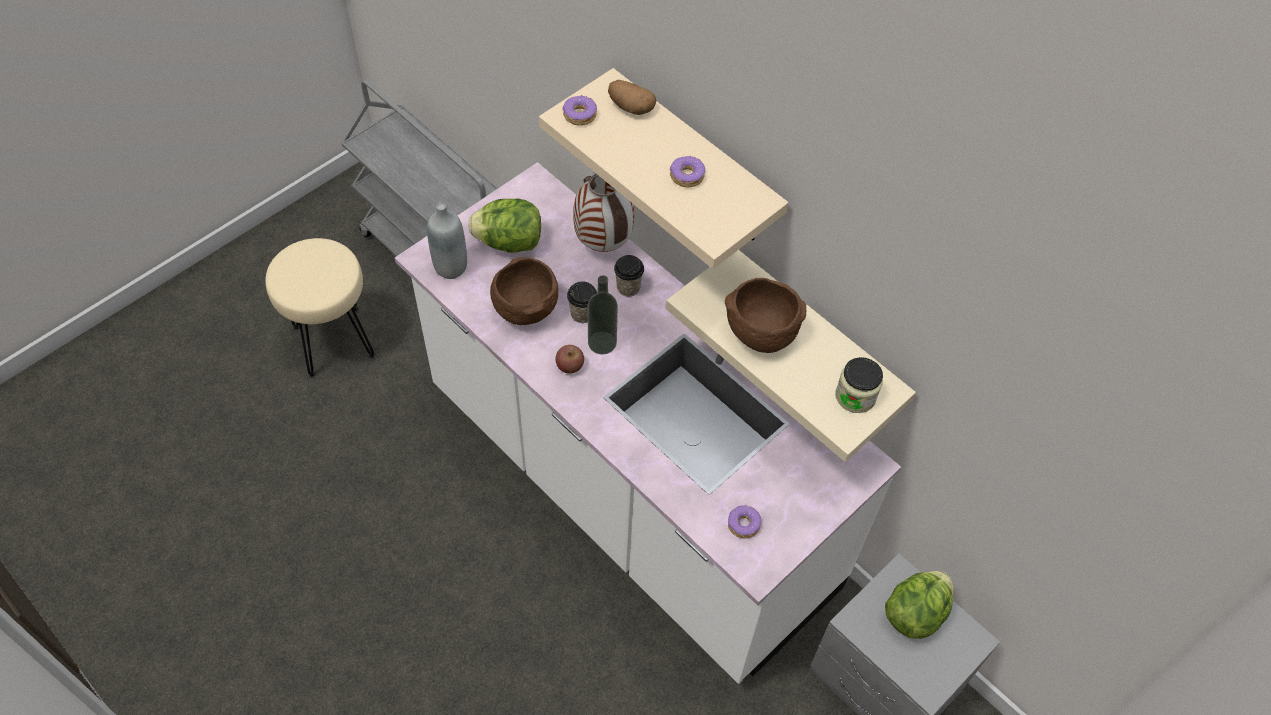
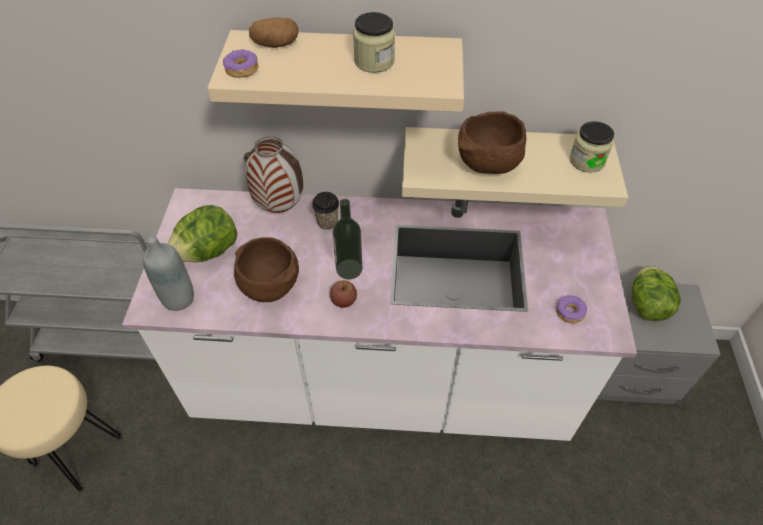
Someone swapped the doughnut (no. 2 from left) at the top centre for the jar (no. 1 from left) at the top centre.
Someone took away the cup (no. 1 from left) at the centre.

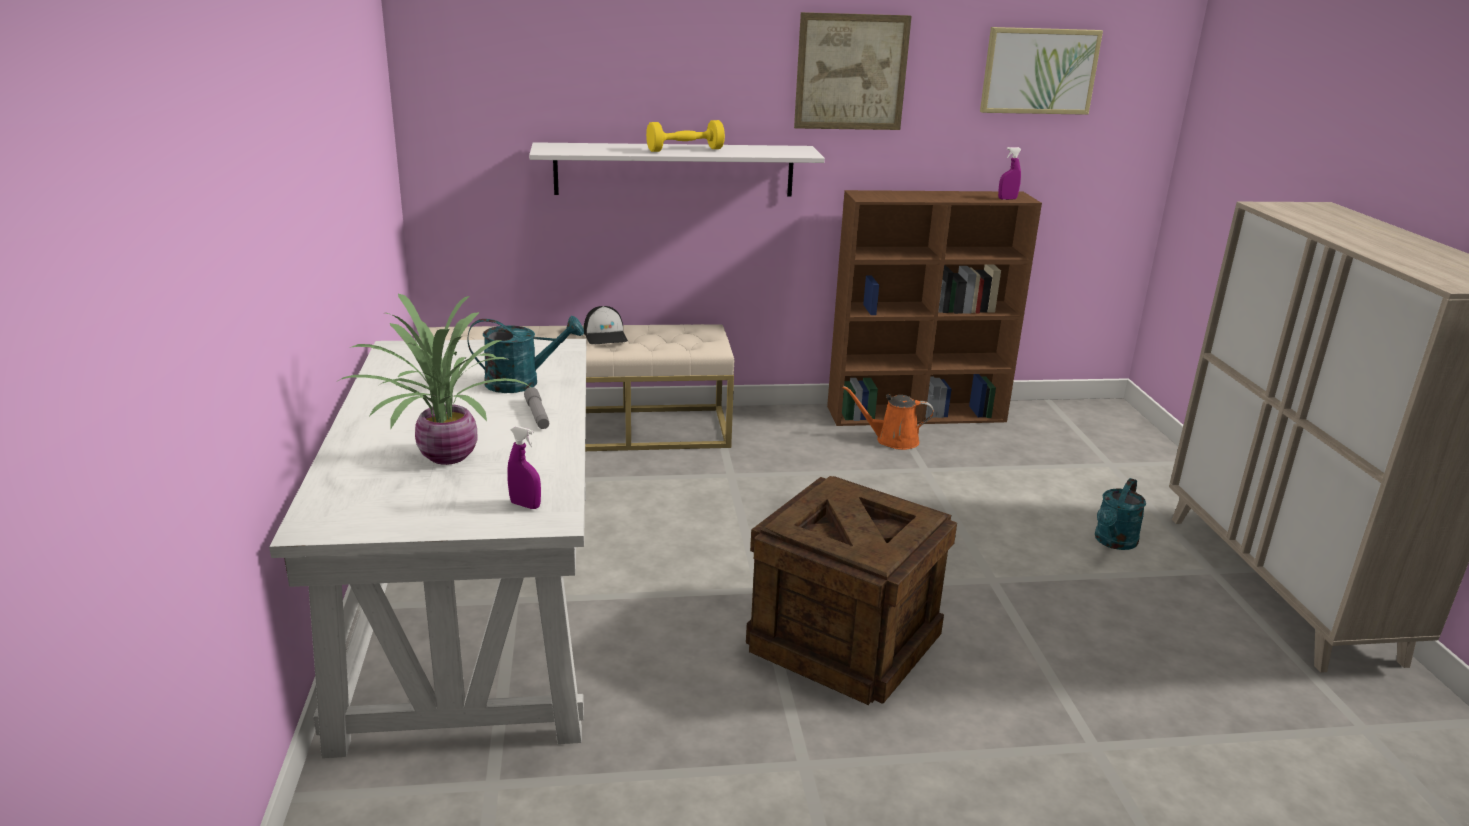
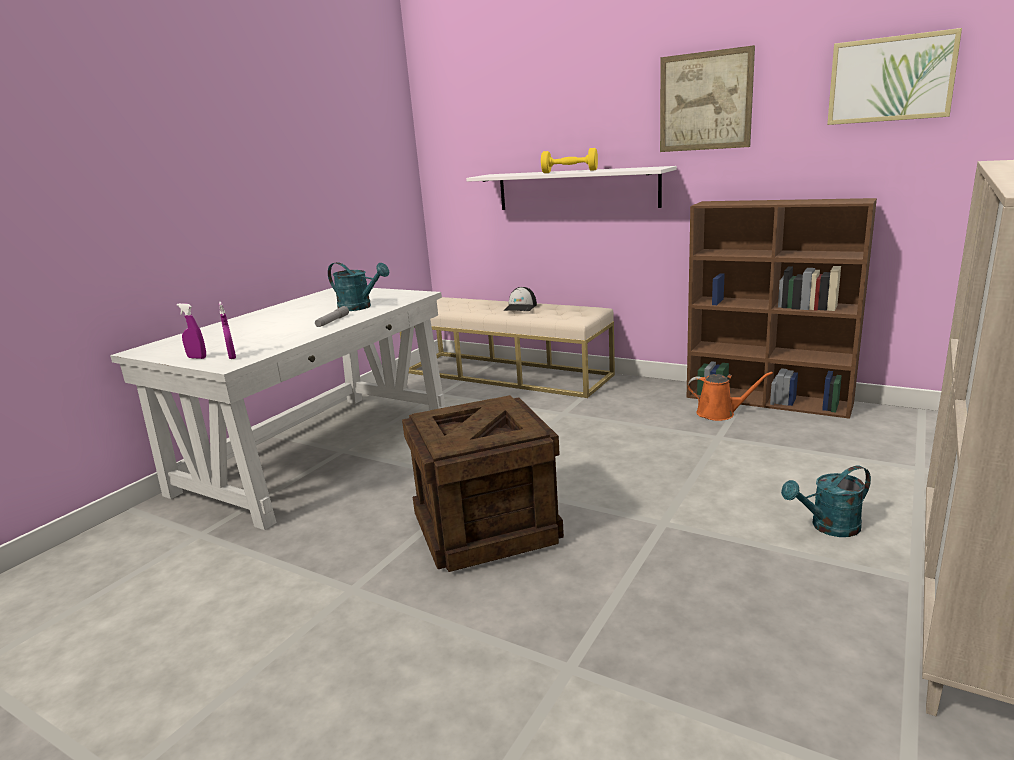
Someone carried the hand sprayer (purplish) (no. 2 from left in the first image) from the top right to the middle left.
Someone rotated the watering can (orange-coloured) at the centre by 150 degrees clockwise.
Someone took away the potted plant at the middle left.

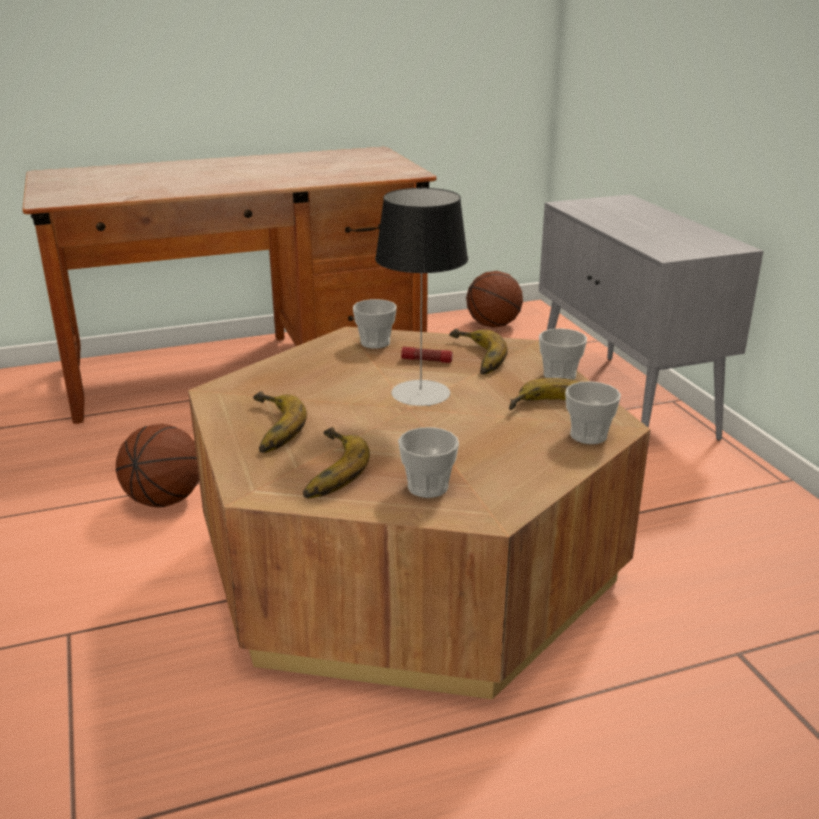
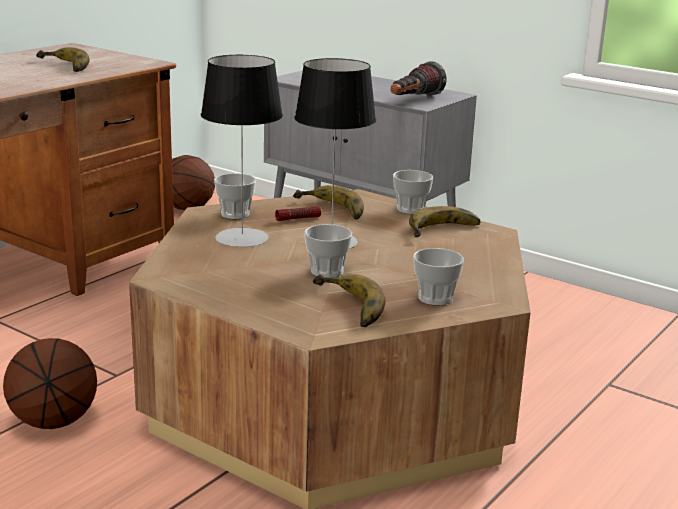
Someone carried the whole banana (no. 1 from left) from the centre to the top left.
Someone put down the table lamp (no. 1 from left) at the top centre.
Someone carried the cup (no. 4 from left in the first image) from the middle right to the centre.
Someone put down the flashlight (no. 2 from left) at the top centre.

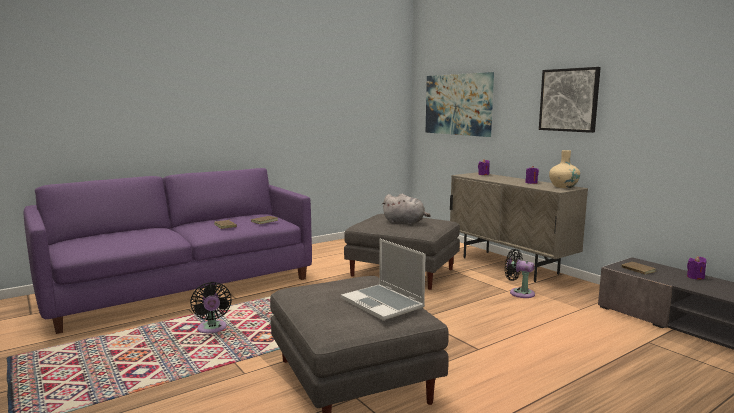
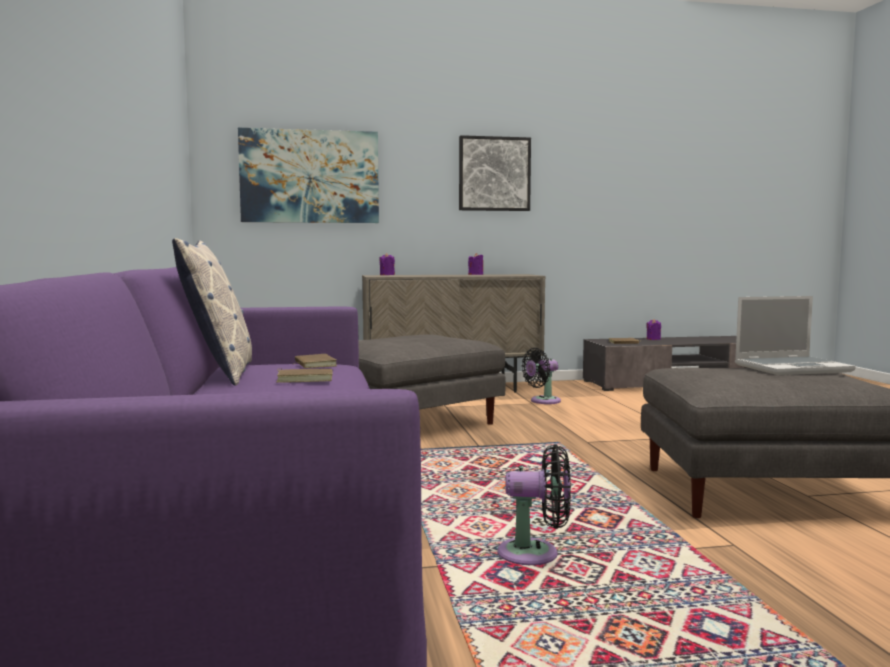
Someone put down the pillow at the middle left.
Someone took away the plush toy (greyish) at the centre.
Someone took away the flower vase (beige) at the middle right.

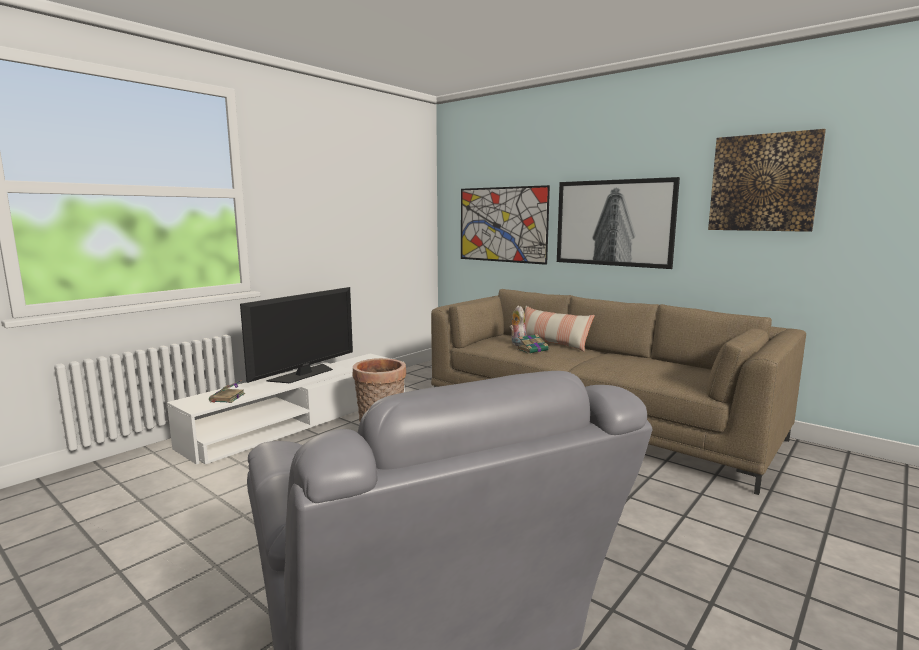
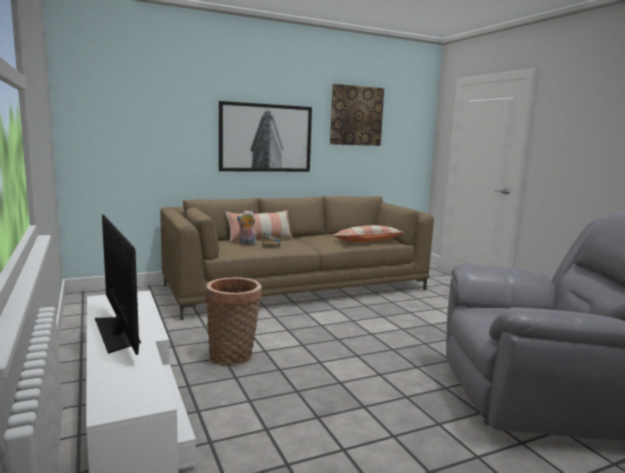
Someone put down the pillow (no. 2 from left) at the centre.
Someone took away the book (no. 1 from left) at the middle left.
Someone took away the wall art (no. 1 from left) at the centre.

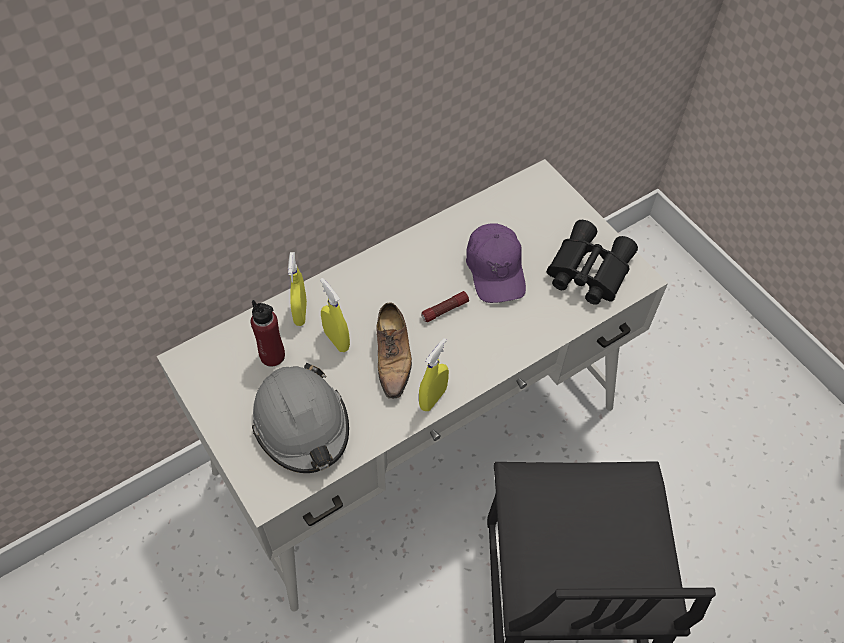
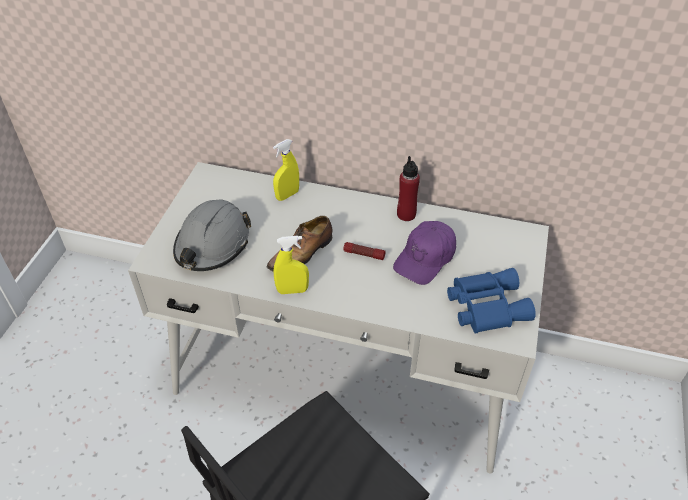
Someone carried the beverage bottle (red-coloured) from the middle left to the centre.
Someone repainted the pair of binoculars (blackish) at the middle right, which became the pair of binoculars (blue) at the middle right.
Someone took away the hand sprayer (yellow-coloured) (no. 2 from left) at the centre.

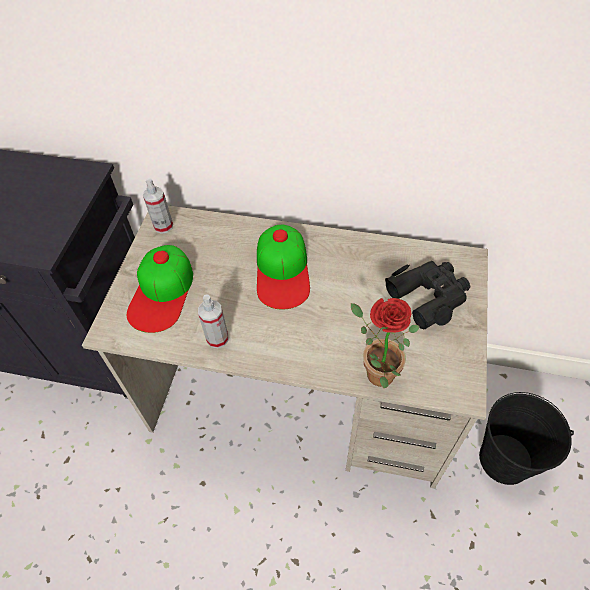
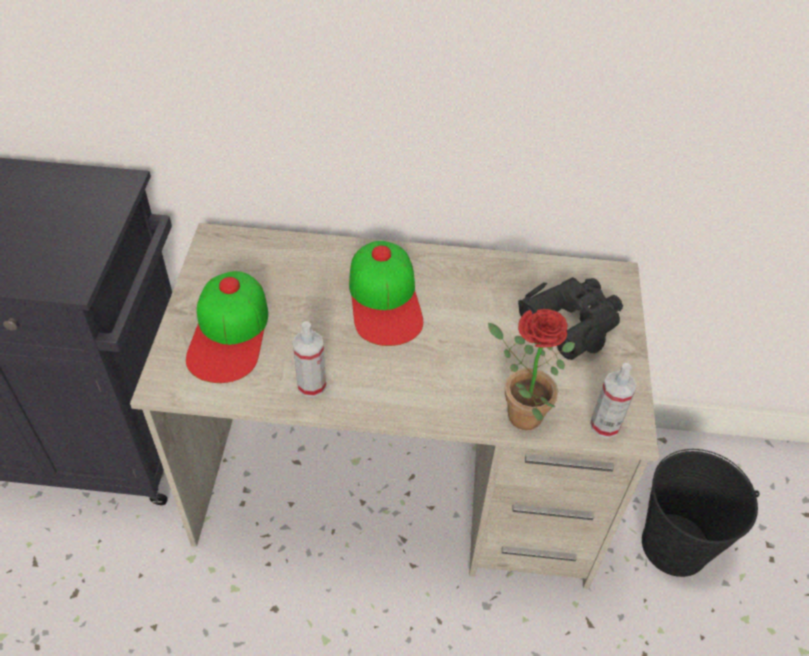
Someone carried the hand sprayer (no. 1 from left in the first image) from the middle left to the middle right.

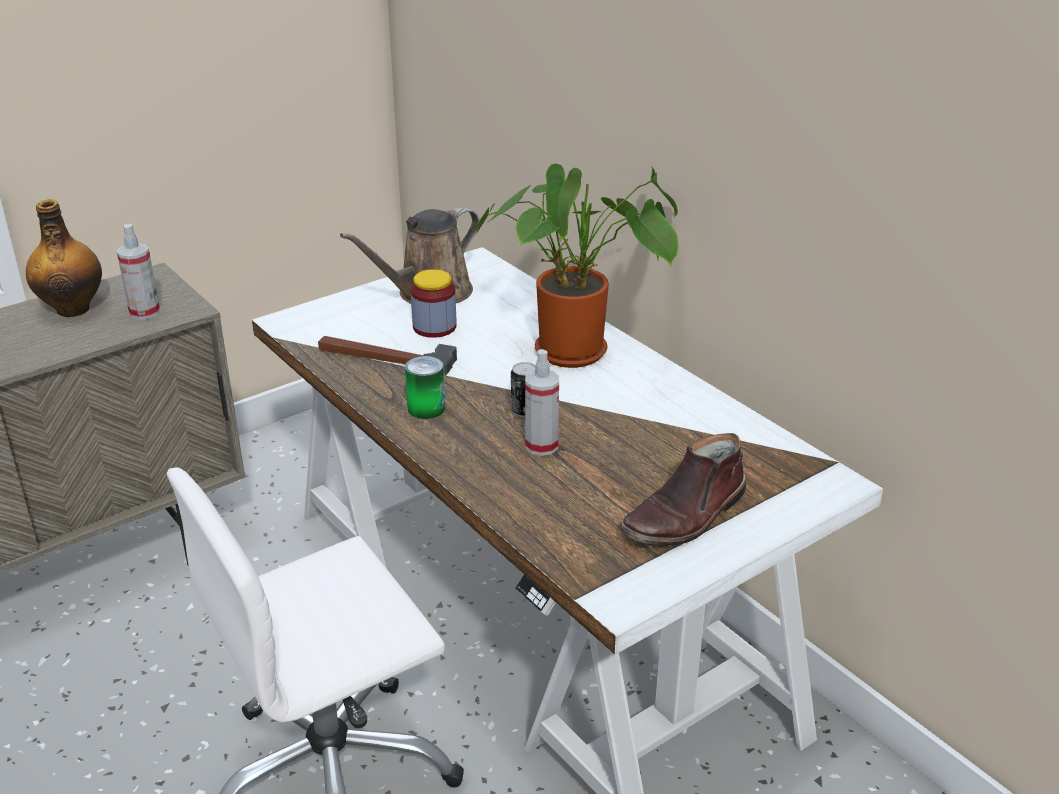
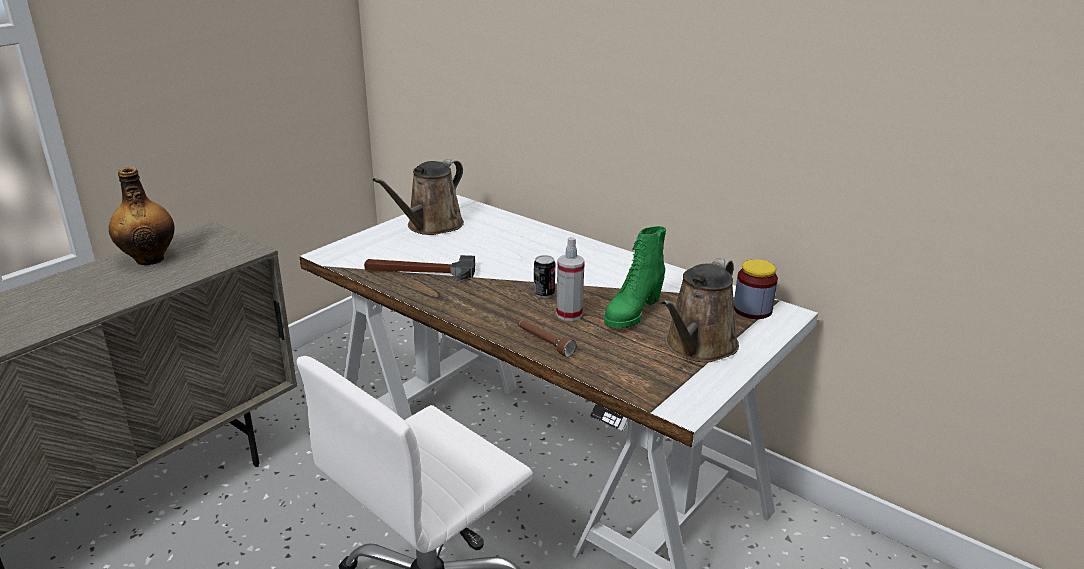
Someone put down the flashlight (brown-coloured) at the centre.
Someone put down the boot (green) at the centre.
Someone swapped the boot (brown-coloured) at the centre for the watering can (brown-coloured) (no. 2 from left) at the centre.
Someone carried the jar from the centre to the middle right.
Someone took away the hand sprayer (no. 1 from left) at the middle left.
Someone took away the metal can (no. 1 from left) at the centre.
Someone took away the potted plant at the centre.

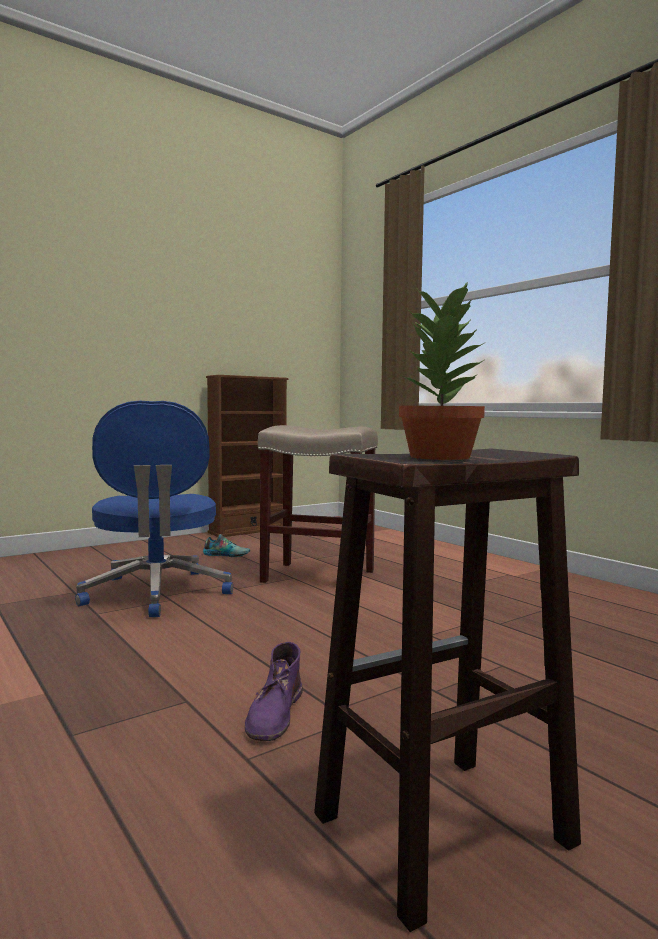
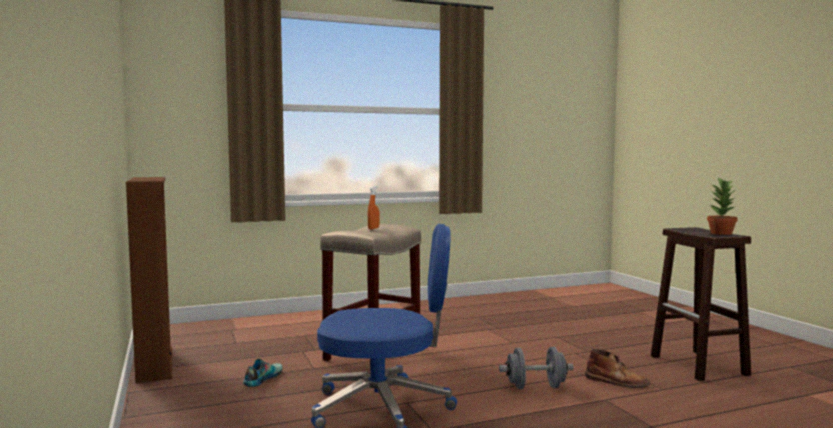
Someone put down the hand sprayer (orange-coloured) at the centre.
Someone put down the free weight (greyish) at the bottom centre.
Someone repainted the boot (purplish) at the bottom centre, which became the boot (brown-coloured) at the bottom right.

